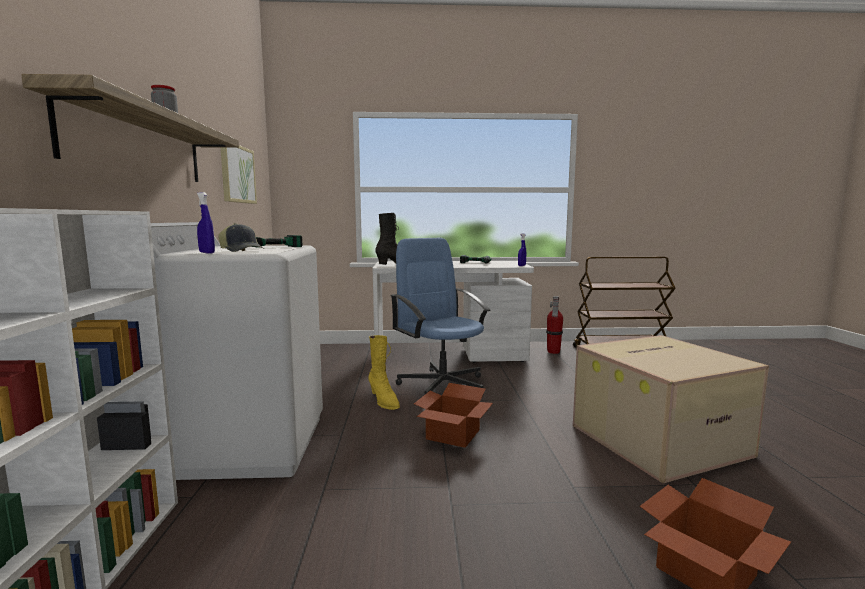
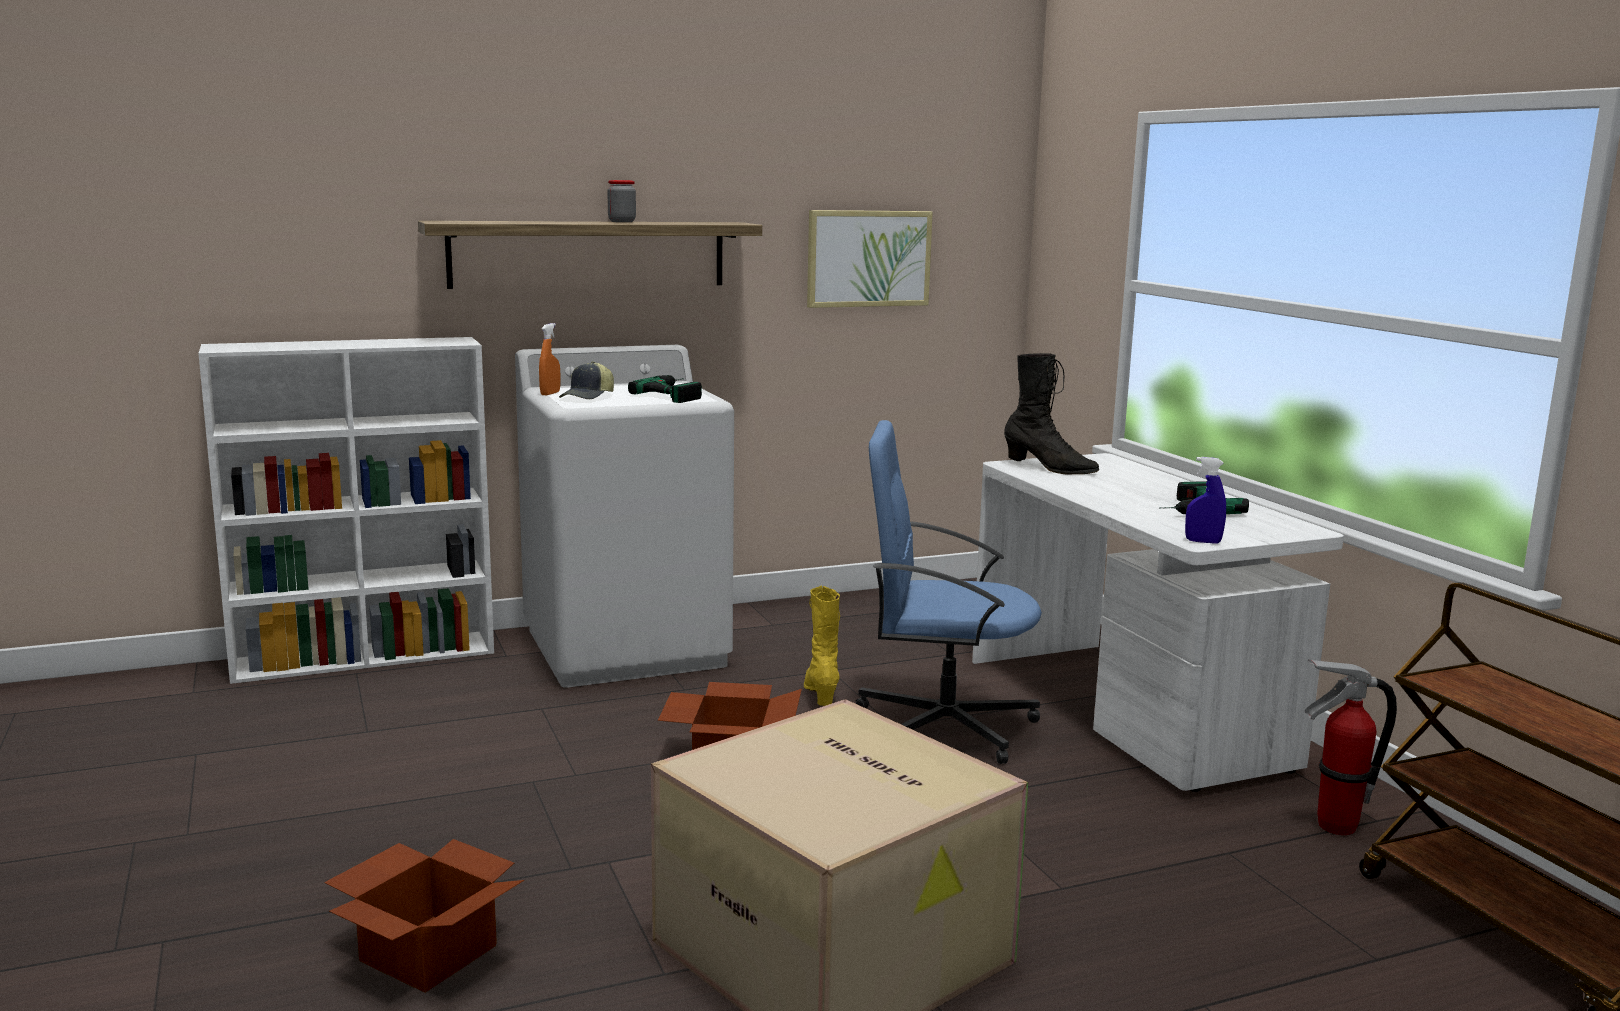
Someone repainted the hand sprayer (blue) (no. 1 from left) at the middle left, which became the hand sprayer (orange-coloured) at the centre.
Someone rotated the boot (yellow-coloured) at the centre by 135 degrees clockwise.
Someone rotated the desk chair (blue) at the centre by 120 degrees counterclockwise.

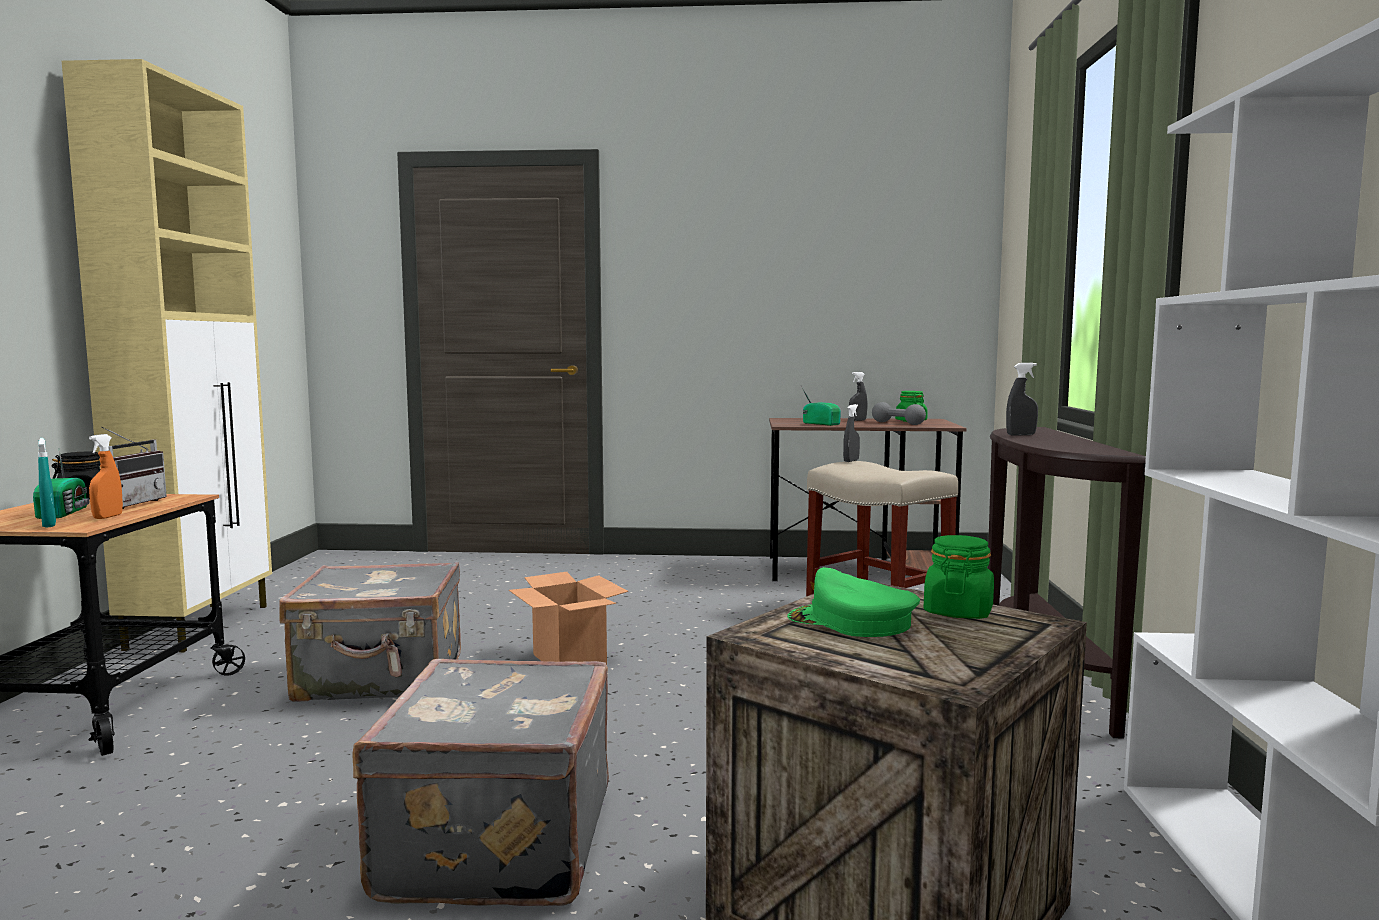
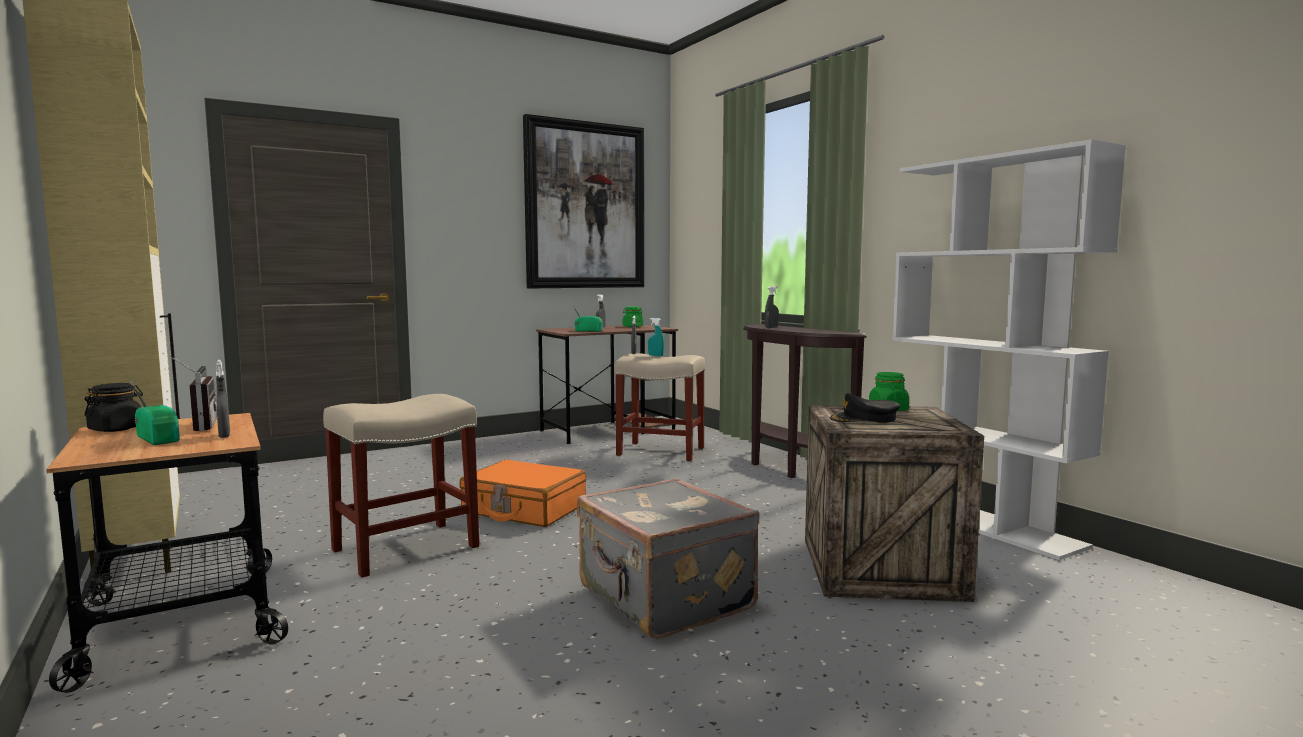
Someone repainted the hand sprayer (orange-coloured) at the middle left, which became the hand sprayer (greyish) (no. 1 from left) at the middle left.
Someone swapped the travel case (greyish) (no. 1 from left) at the bottom left for the stool seat (beige) (no. 1 from left) at the middle left.
Someone swapped the cardboard box at the bottom centre for the travel case (orange-coloured) at the bottom centre.
Someone put up the wall art at the top centre.
Someone carried the hand sprayer (turquoise-coloured) from the middle left to the centre.
Someone repainted the cap (green) at the centre, which became the cap (blackish) at the centre.
Someone took away the free weight (greyish) at the centre.

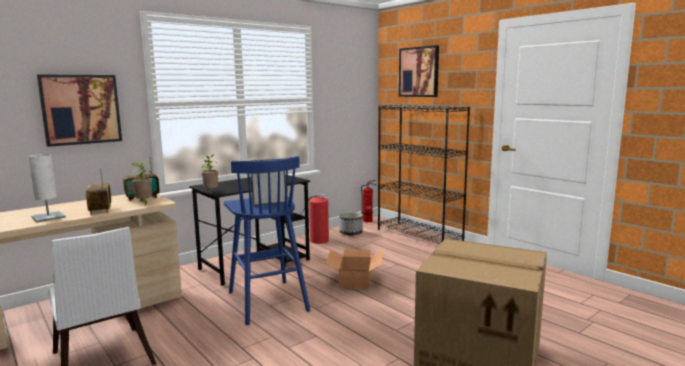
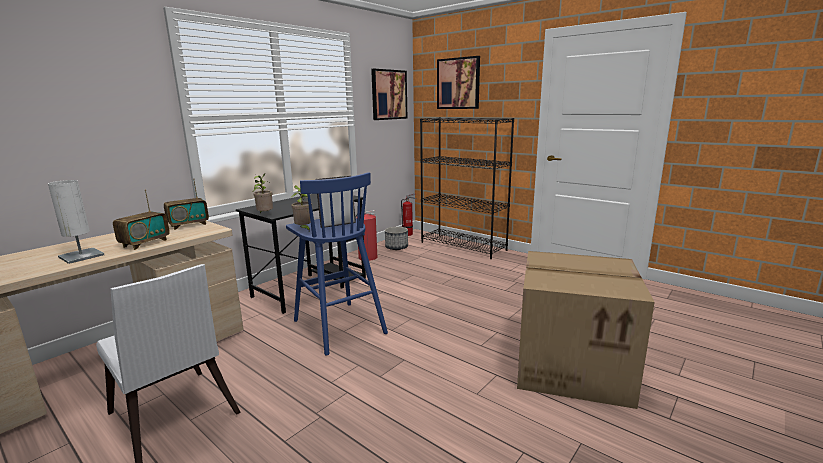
Someone rotated the radio (no. 1 from left) at the middle left by 120 degrees counterclockwise.
Someone carried the potted plant (no. 1 from left in the first image) from the middle left to the centre.
Someone carried the wall art (no. 1 from left) from the top left to the top centre.
Someone took away the cardboard box (no. 1 from left) at the bottom centre.

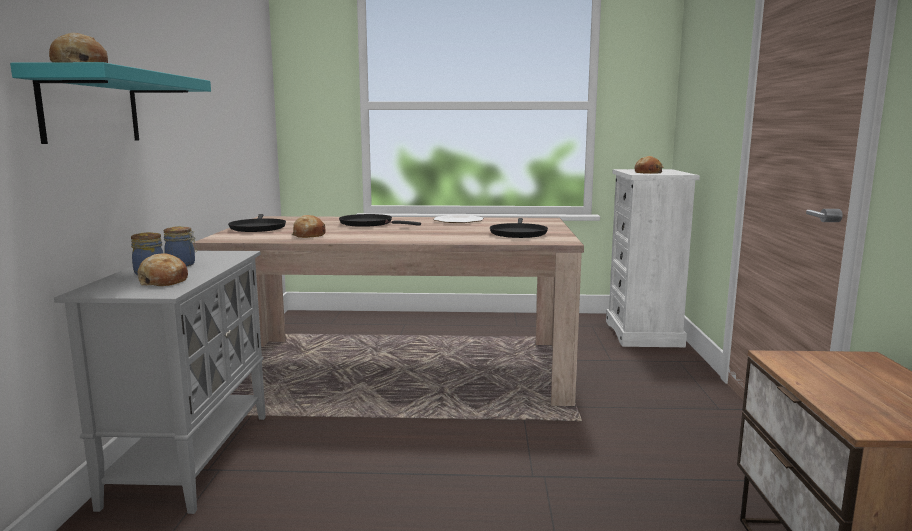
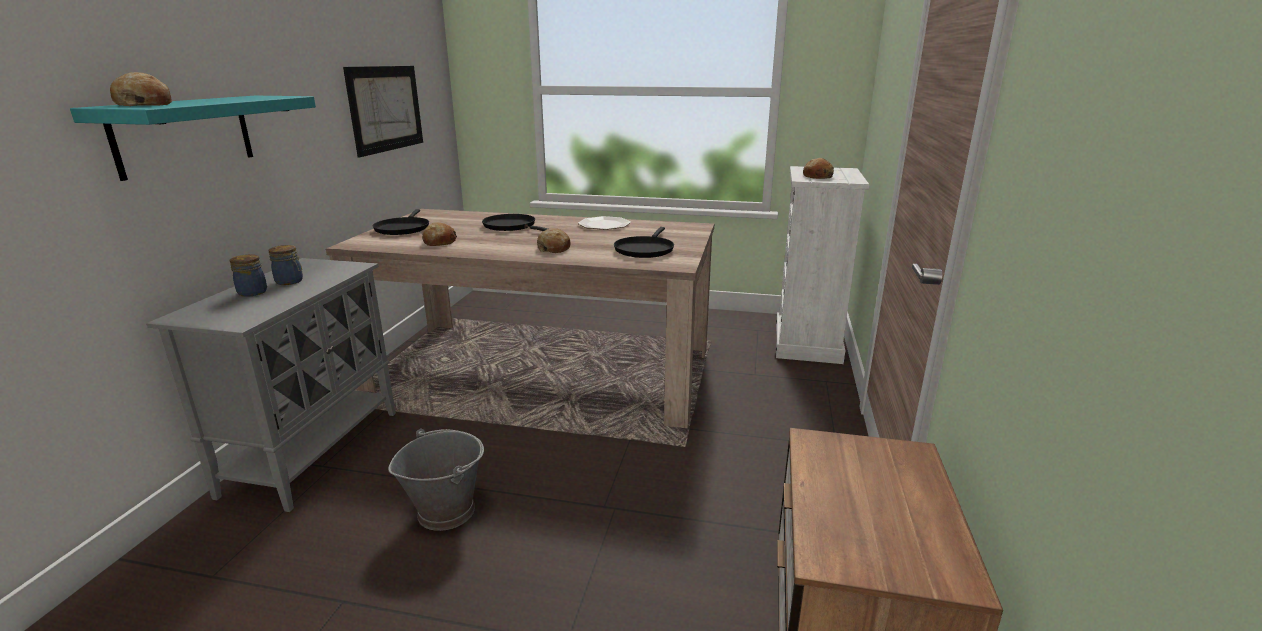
Someone put up the wall art at the top left.
Someone put down the bucket (greyish) at the bottom centre.
Someone carried the bakery bread (no. 2 from left in the first image) from the middle left to the centre.

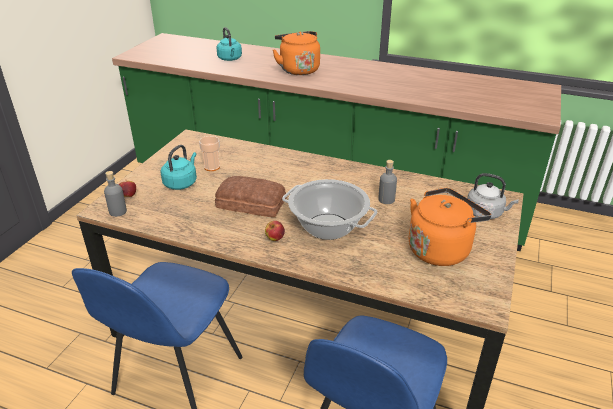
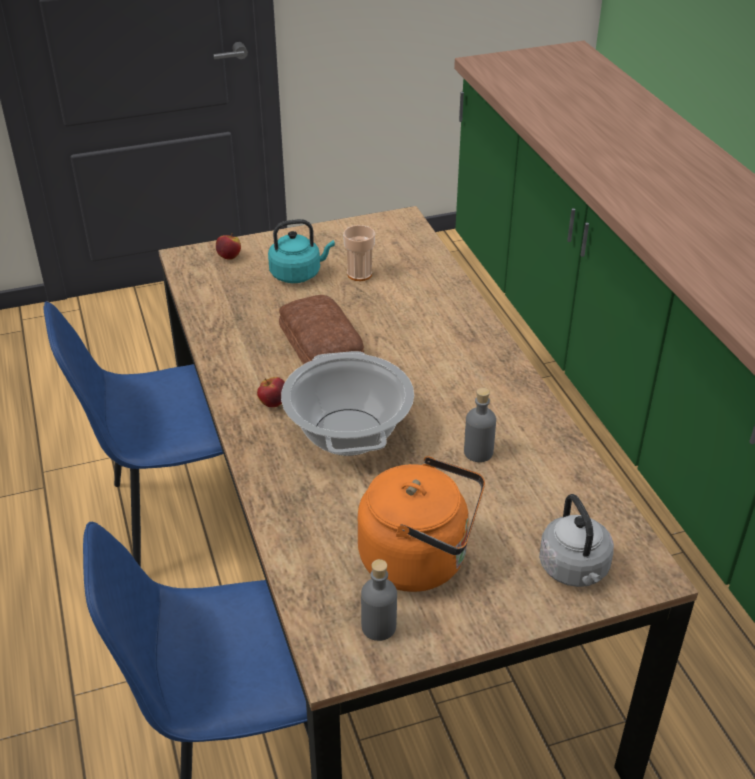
Someone carried the beverage bottle (greyish) (no. 1 from left) from the middle left to the bottom centre.
Someone took away the tea kettle (turquoise-coloured) (no. 2 from left) at the top centre.
Someone took away the tea kettle (orange-coloured) (no. 1 from left) at the top centre.

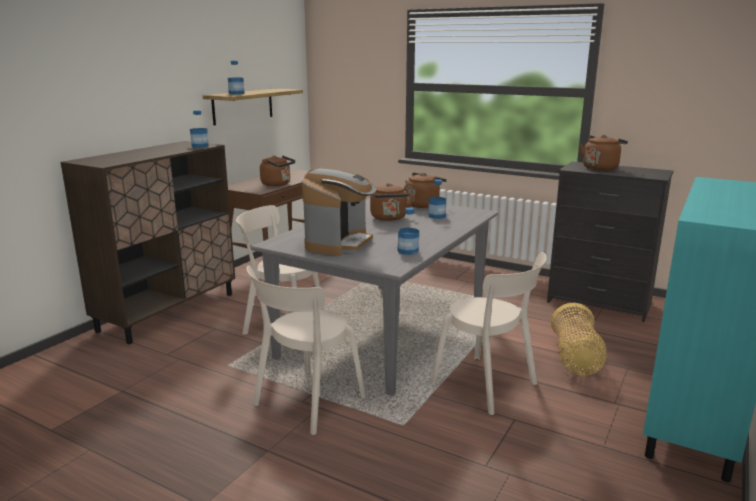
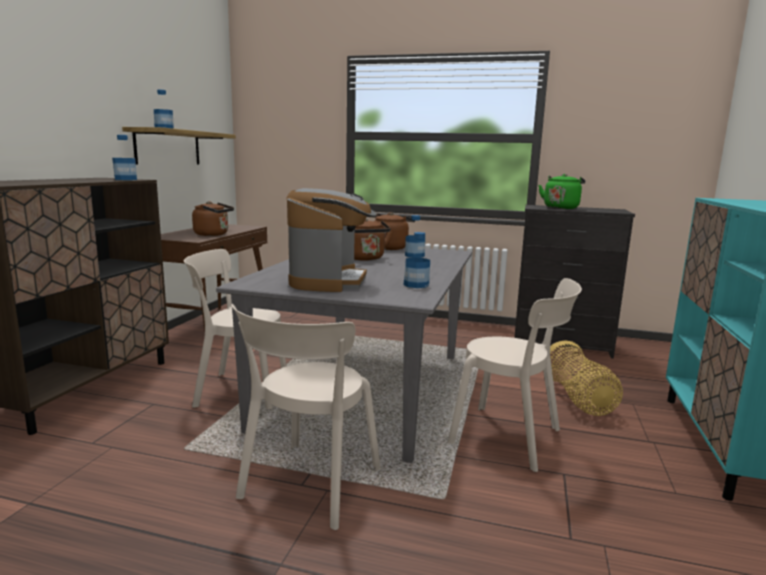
Someone repainted the tea kettle (brown-coloured) (no. 4 from left) at the top right, which became the tea kettle (green) at the top right.

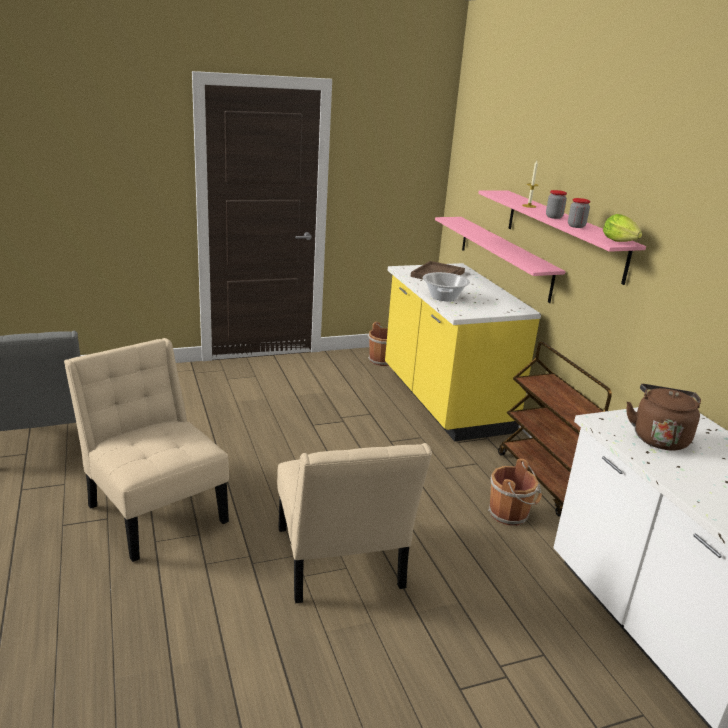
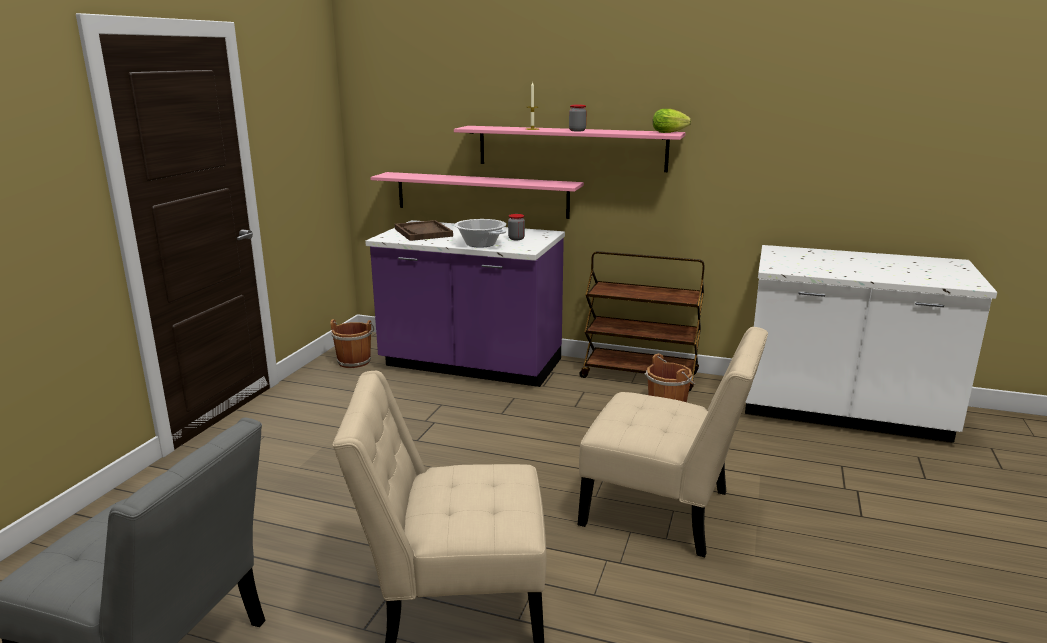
Someone repainted the kitchen counter (yellow-coloured) at the centre, which became the kitchen counter (purplish) at the centre.
Someone carried the jar (no. 2 from left in the first image) from the top right to the centre.
Someone took away the tea kettle (brown-coloured) at the middle right.

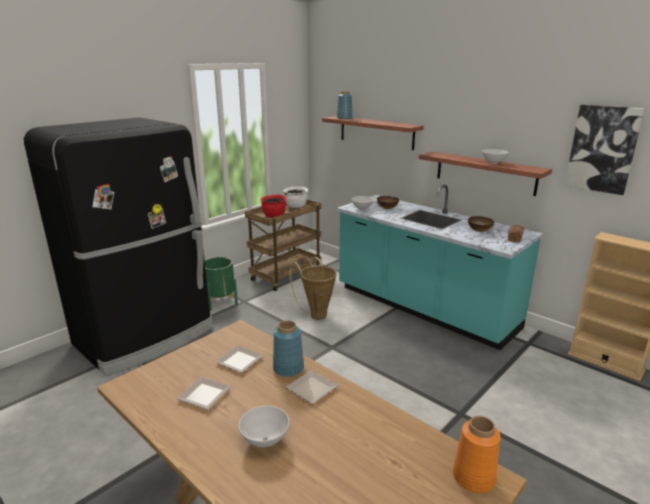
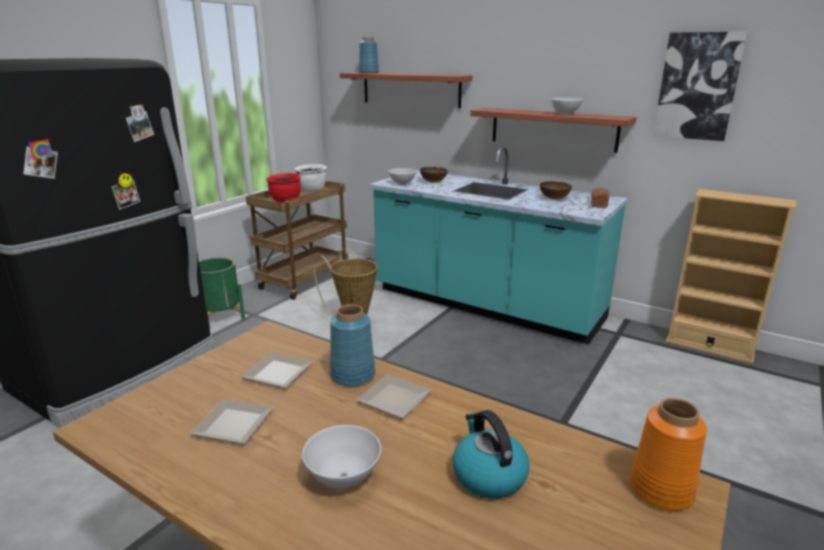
Someone put down the tea kettle at the bottom centre.

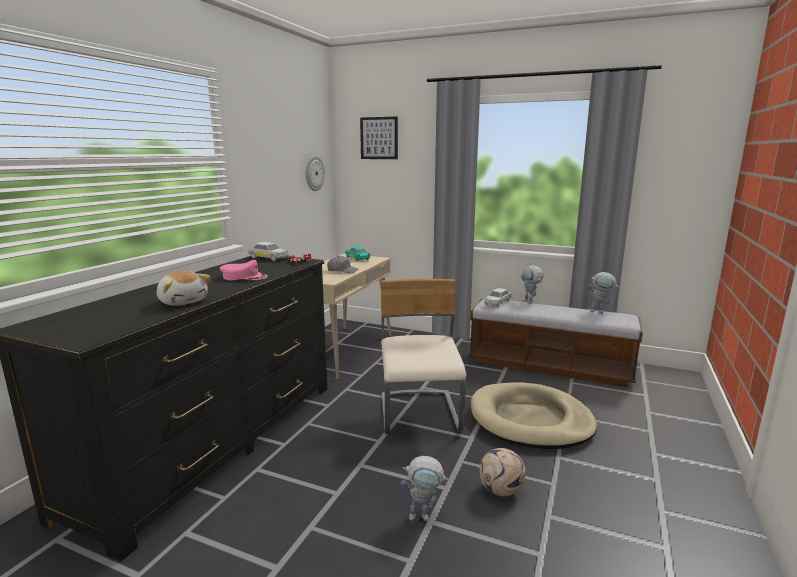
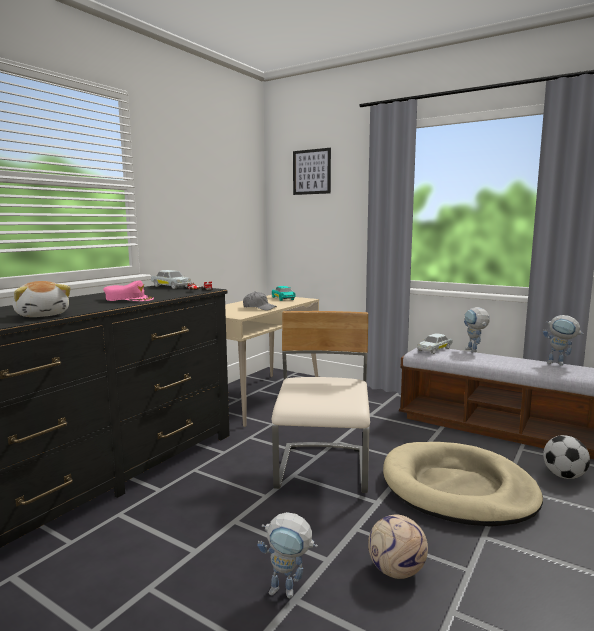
Someone put down the football (no. 2 from left) at the bottom right.
Someone took away the clock on the wall at the top centre.

